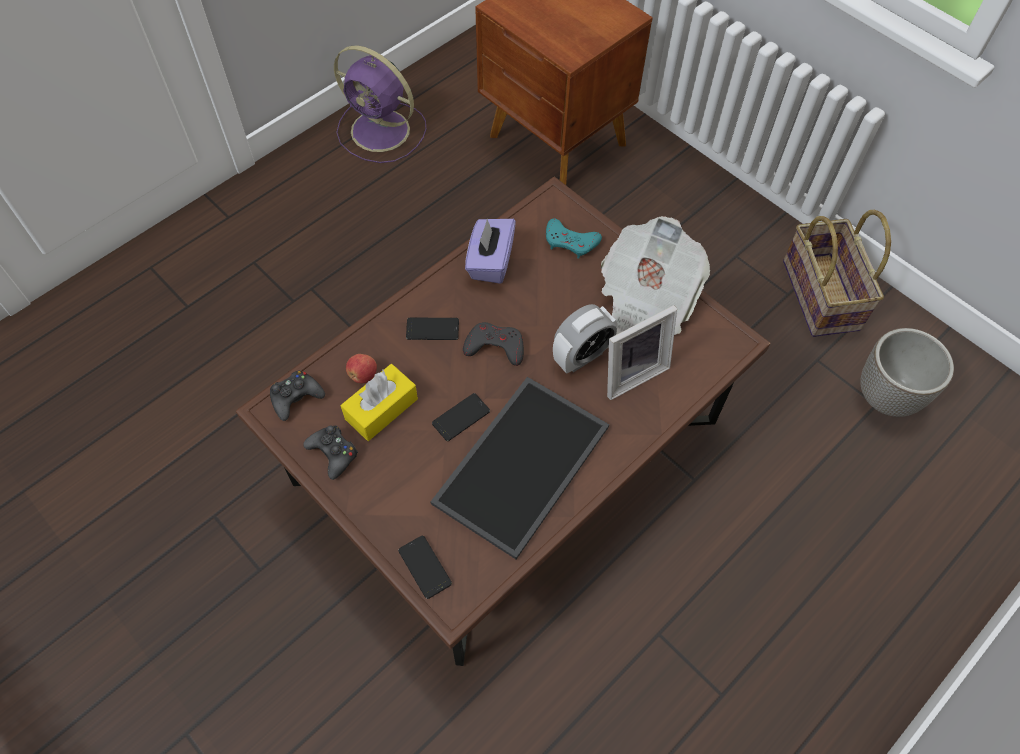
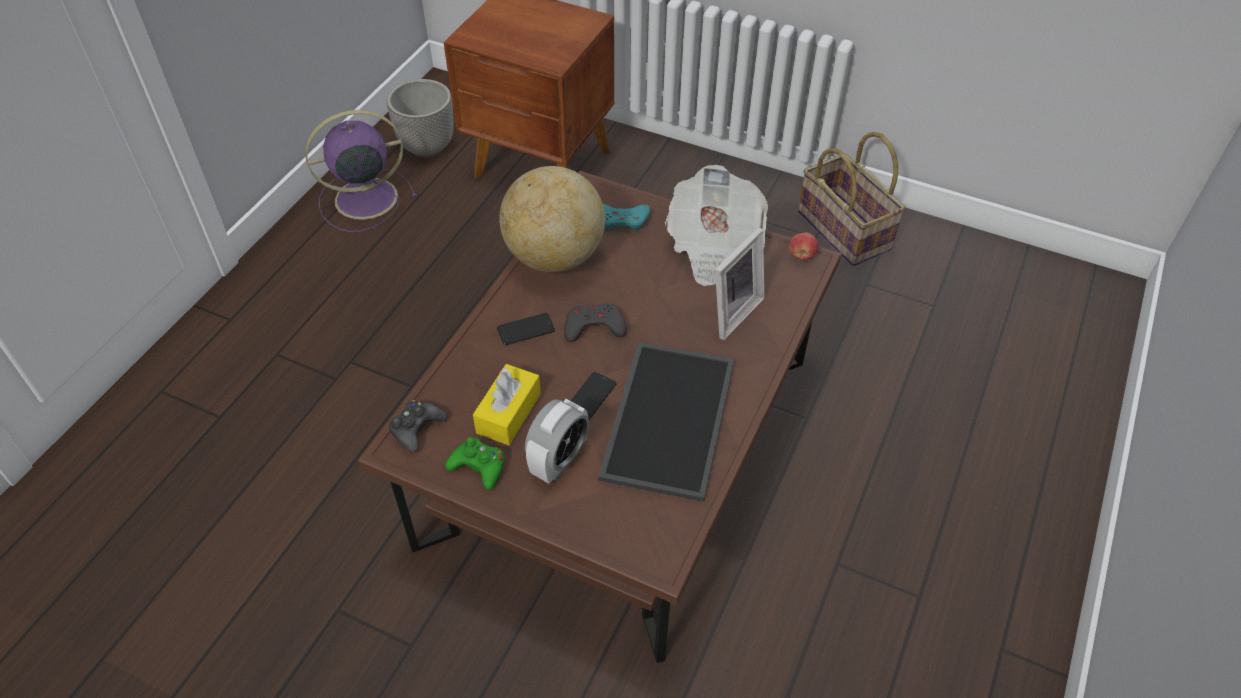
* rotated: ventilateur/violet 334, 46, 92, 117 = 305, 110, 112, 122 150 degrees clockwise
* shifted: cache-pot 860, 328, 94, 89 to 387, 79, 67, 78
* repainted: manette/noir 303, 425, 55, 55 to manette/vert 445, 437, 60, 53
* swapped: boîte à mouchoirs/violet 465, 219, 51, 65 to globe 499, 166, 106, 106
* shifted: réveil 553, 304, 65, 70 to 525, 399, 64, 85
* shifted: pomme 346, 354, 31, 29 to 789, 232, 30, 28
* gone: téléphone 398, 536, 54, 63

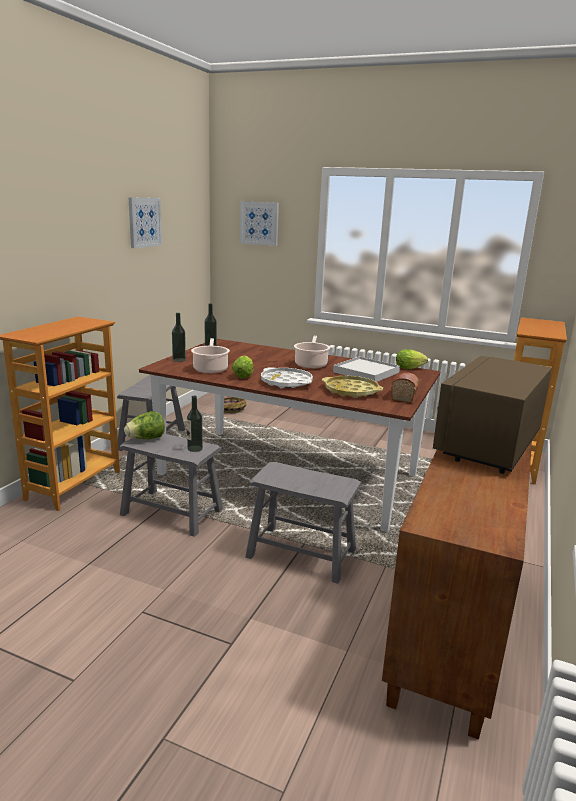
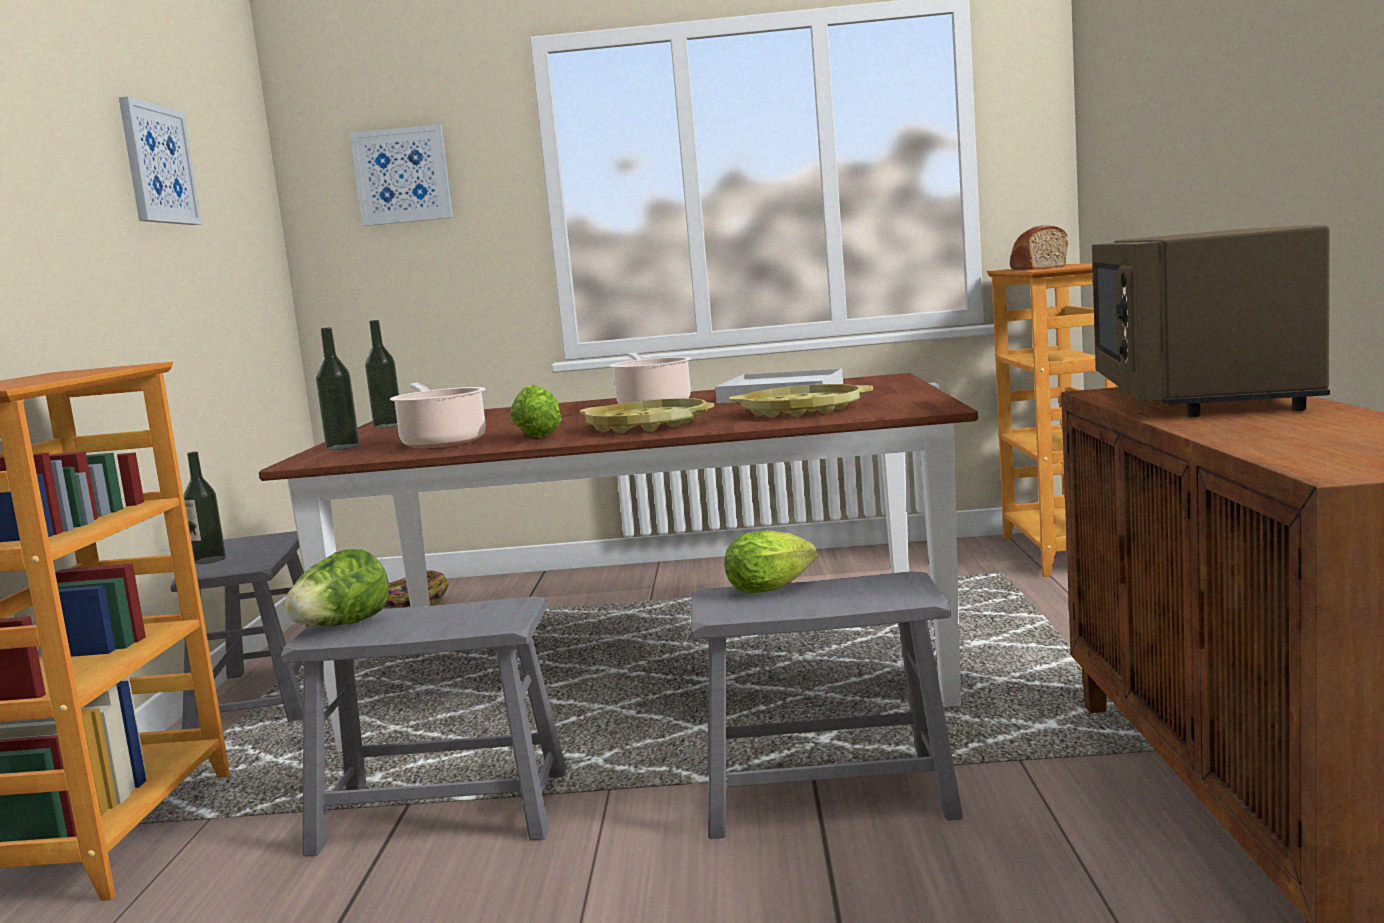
* shifted: bouteille 187, 396, 16, 56 to 184, 452, 42, 112
* repainted: plateau/blanc 261, 367, 52, 21 to plateau/jaune 580, 398, 134, 35
* shifted: laitue 396, 349, 32, 20 to 725, 530, 92, 63
* shifted: pain 391, 372, 28, 31 to 1010, 225, 58, 45

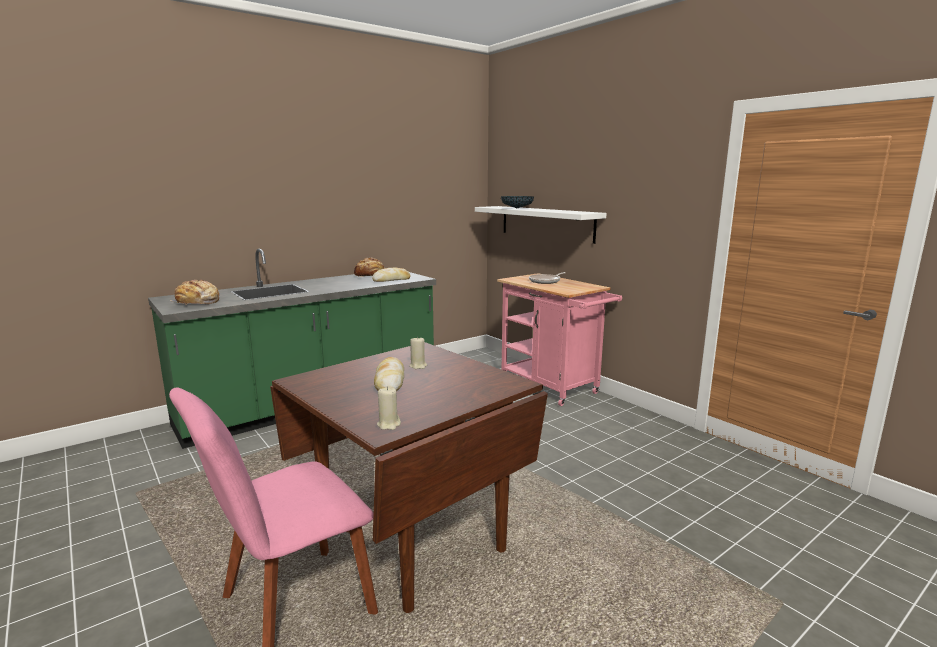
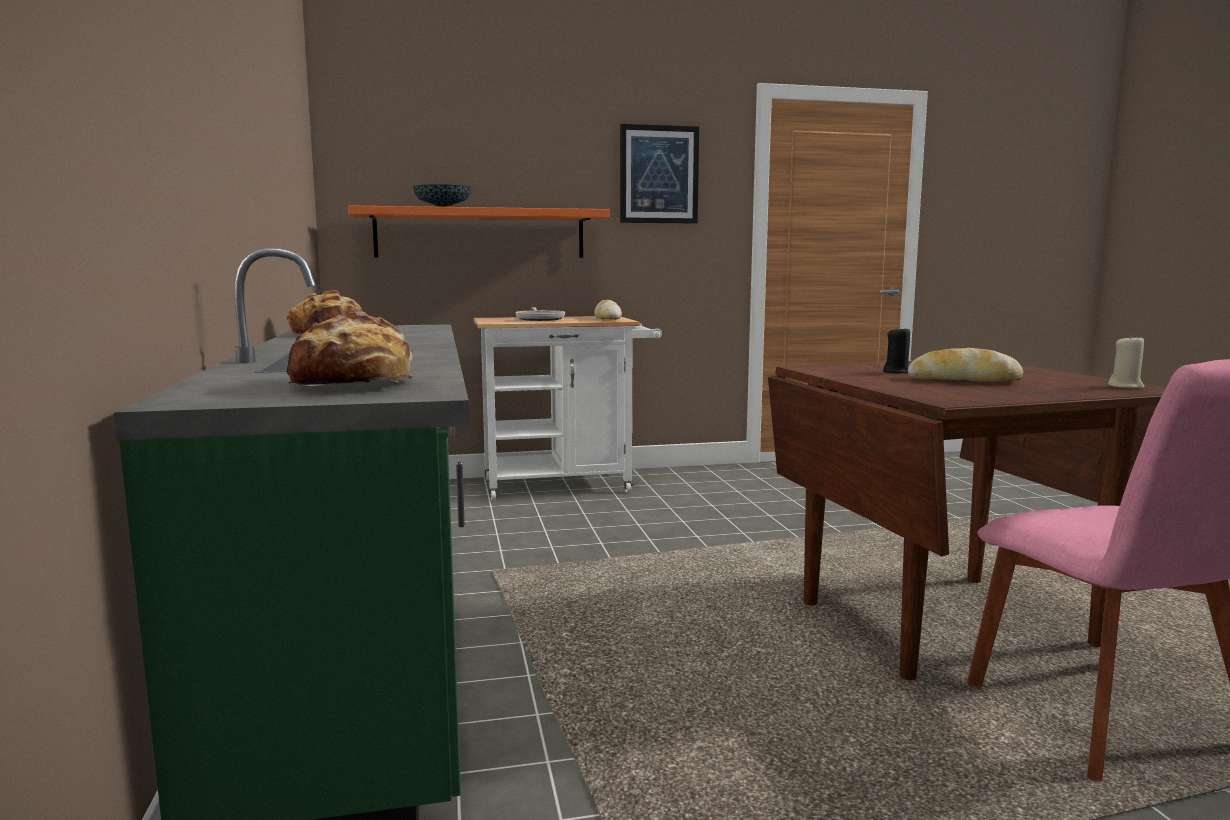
* repainted: étagère/blanc 475, 206, 132, 38 to étagère/orange 348, 205, 262, 53
* repainted: chariot/rose 497, 273, 125, 133 to chariot/blanc 474, 316, 188, 185
* shifted: pain 372, 267, 39, 15 to 594, 300, 28, 20
* new: tableau 620, 124, 79, 100
* repainted: bougie/beige 409, 336, 18, 33 to bougie/noir 883, 326, 27, 47

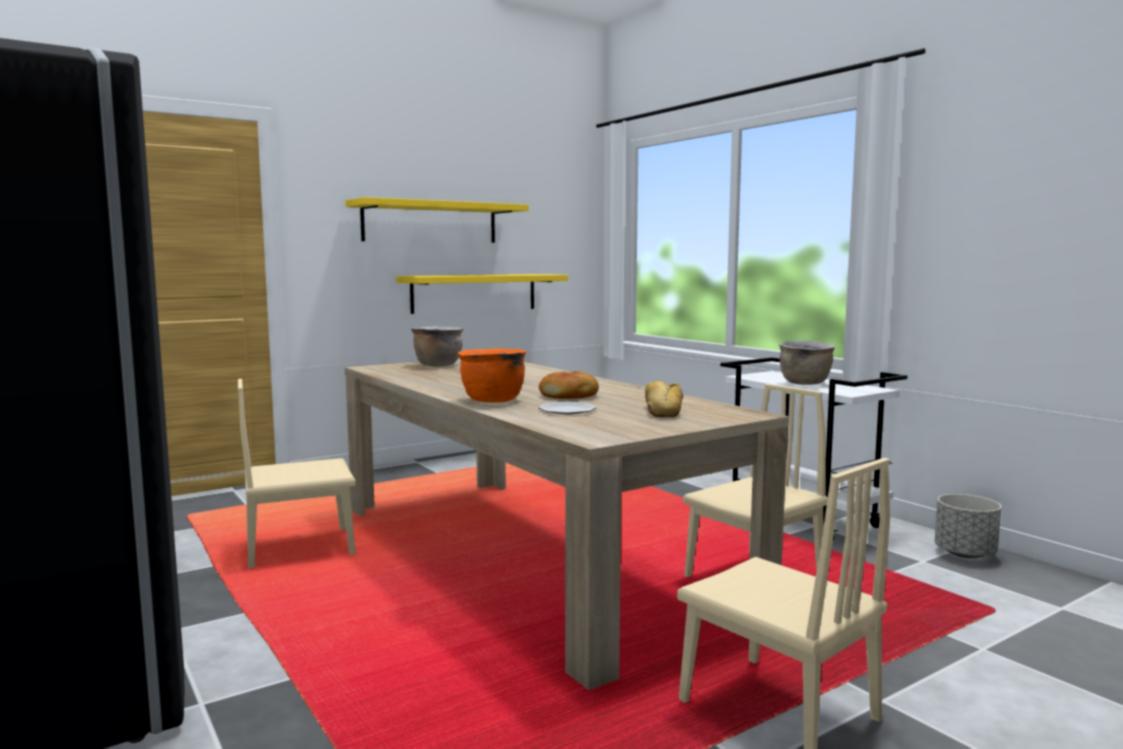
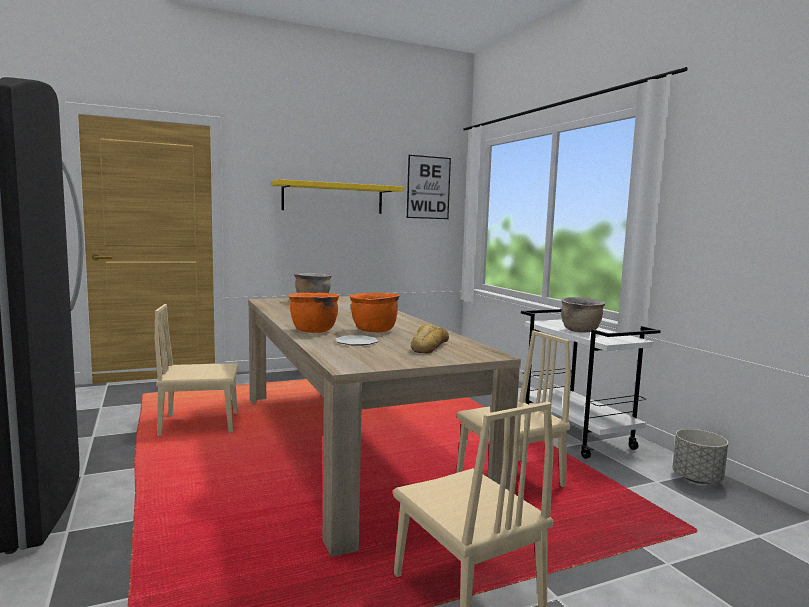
* swapped: pain 539, 371, 60, 28 to marmite/orange 349, 293, 51, 39
* new: tableau 407, 155, 44, 64
* gone: étagère/jaune 396, 274, 172, 40

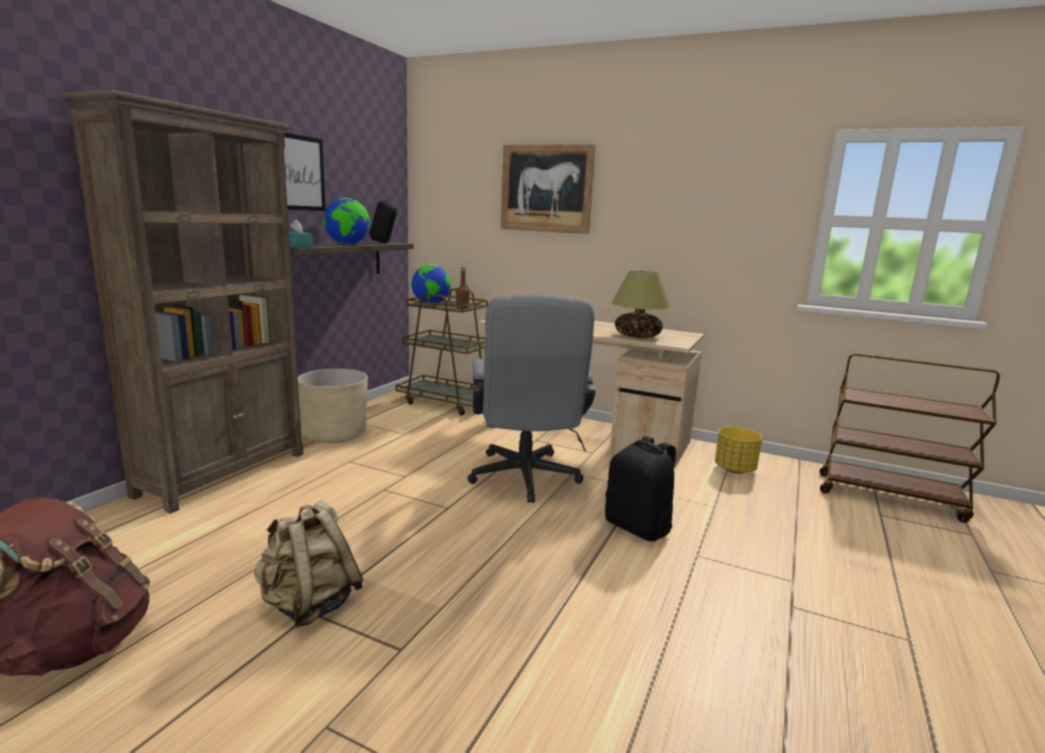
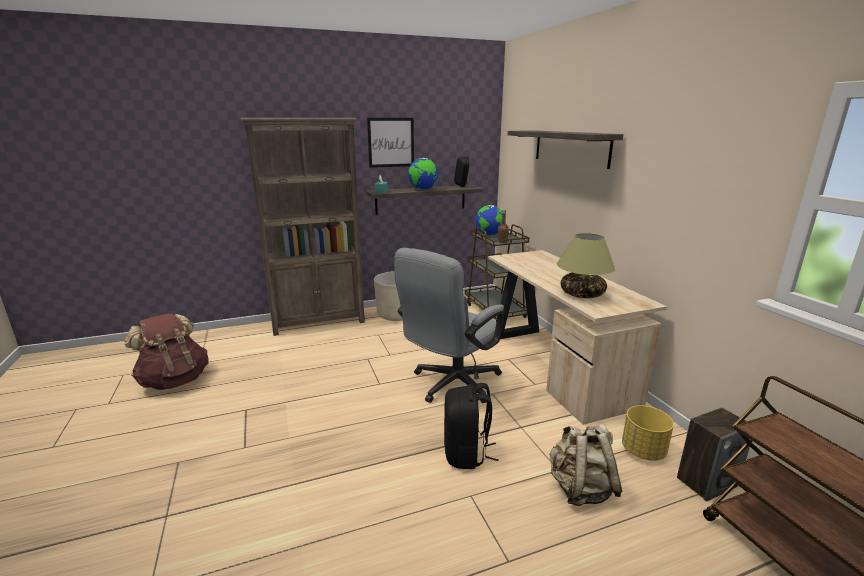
* swapped: tableau 501, 144, 95, 90 to étagère 508, 130, 115, 39
* shifted: sac à dos/beige 254, 500, 109, 128 to 550, 424, 72, 82
* new: enceinte 677, 408, 73, 93

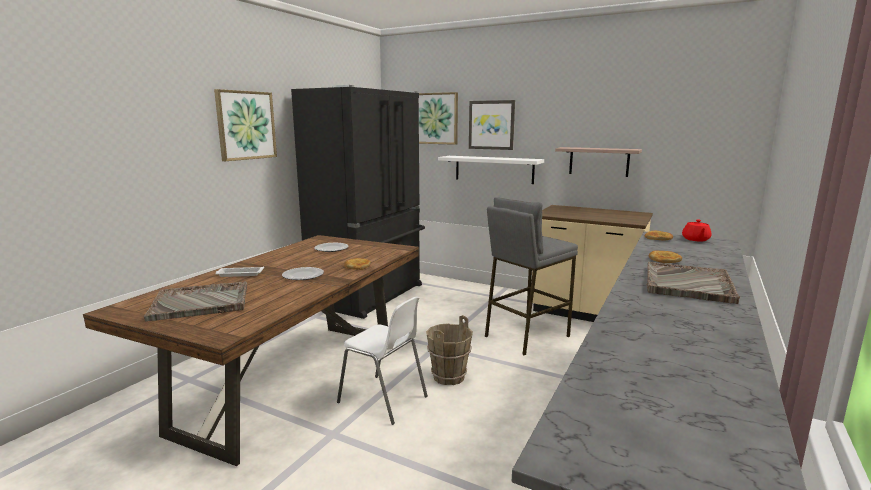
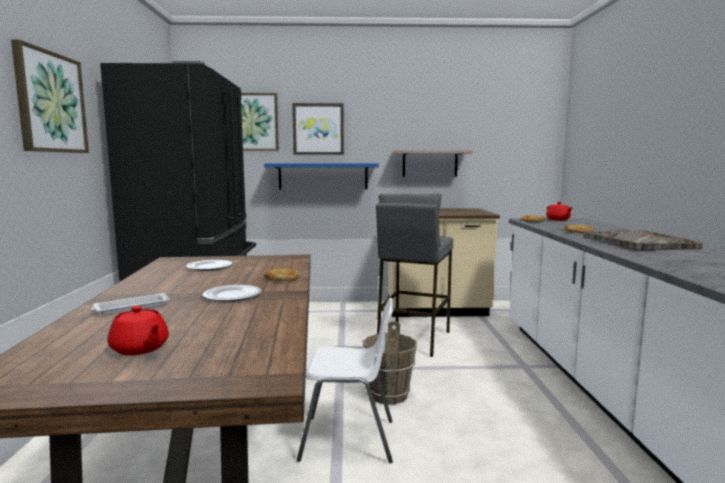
* swapped: plateau/gris 144, 281, 103, 41 to théière/rouge 108, 306, 61, 49
* repainted: étagère/blanc 438, 156, 106, 28 to étagère/bleu 264, 163, 115, 26

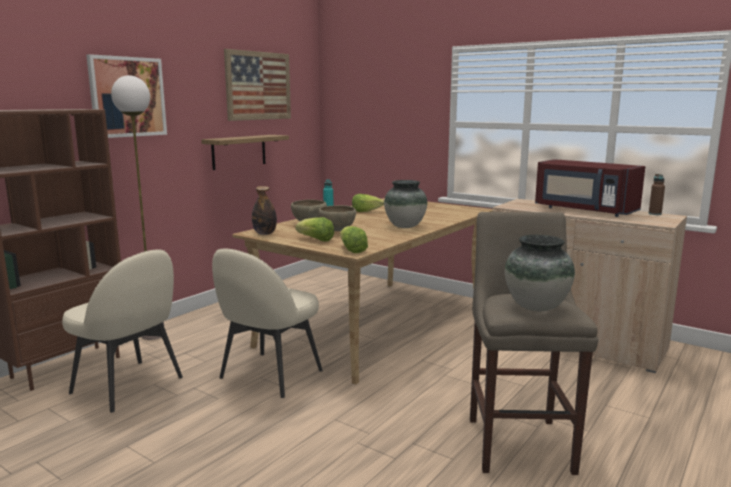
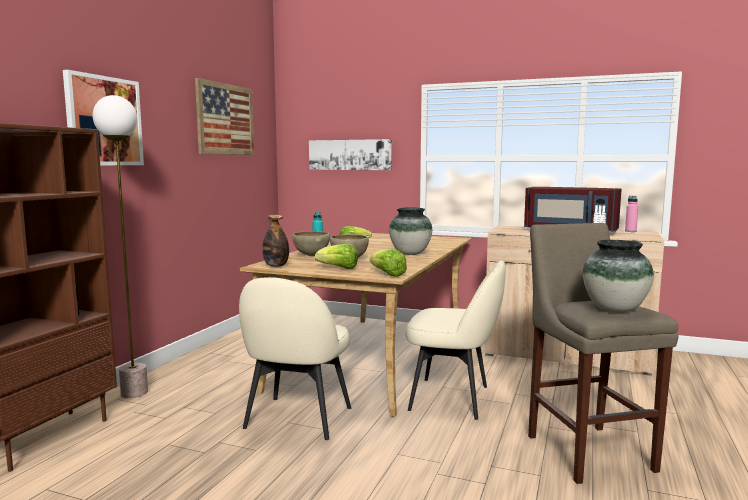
* new: tableau 309, 139, 83, 31
* shifted: chaise/beige 62, 249, 121, 164 to 406, 260, 100, 160
* repainted: bouteille/marron 649, 174, 16, 41 to bouteille/rose 625, 195, 13, 37
* gone: étagère 201, 135, 88, 35

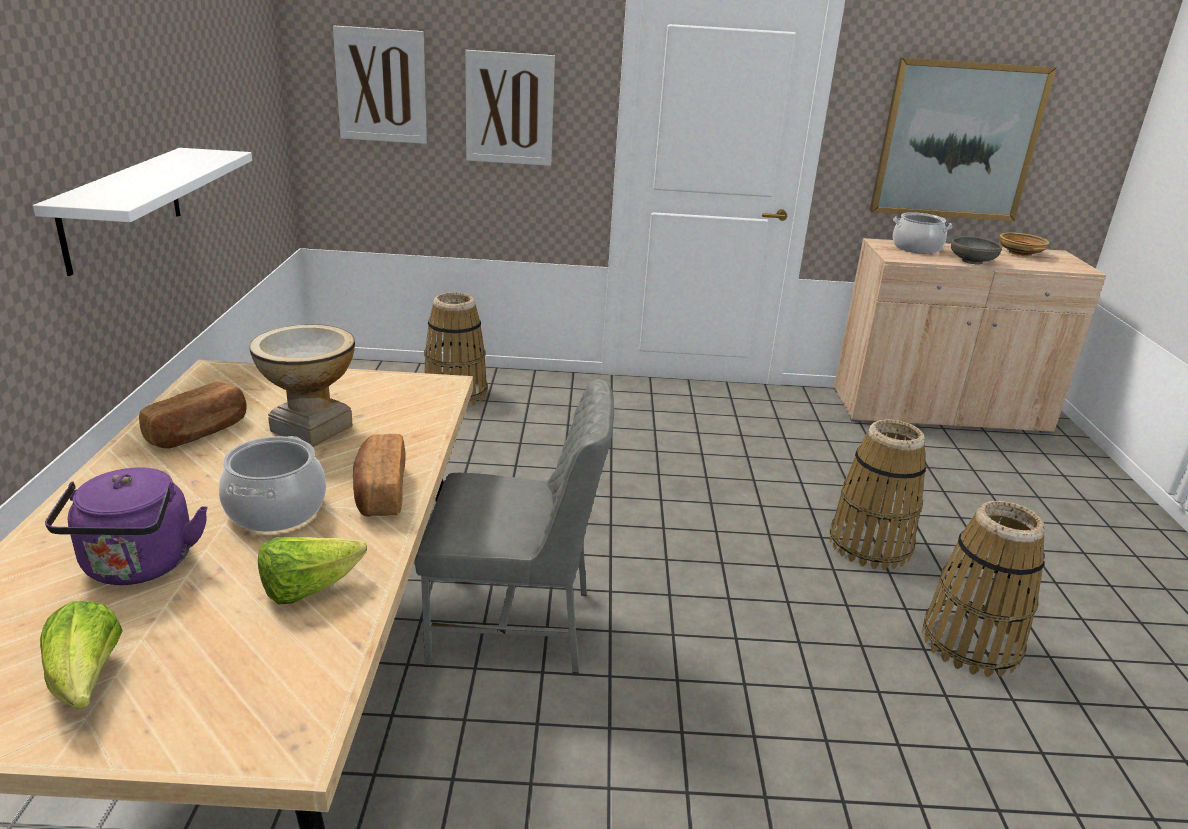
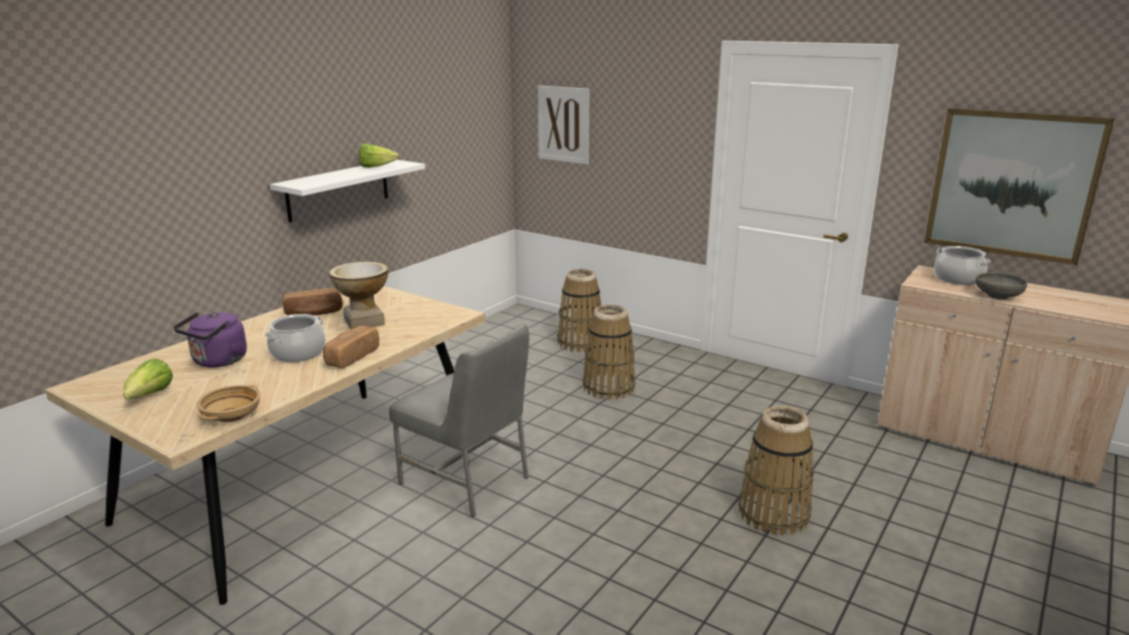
* shifted: bol/beige 1000, 232, 49, 24 to 196, 385, 65, 37
* shifted: laitue 258, 537, 109, 68 to 359, 143, 40, 25
* shifted: panier 922, 501, 123, 176 to 583, 304, 52, 96
* gone: tableau 465, 50, 90, 116

